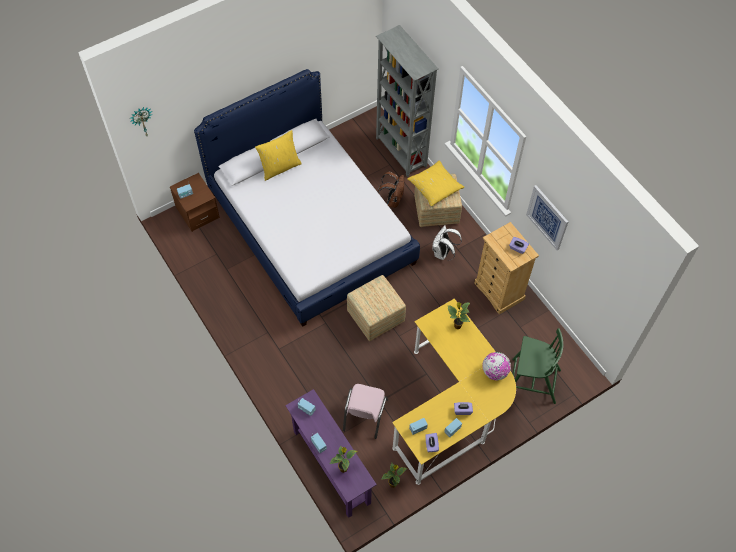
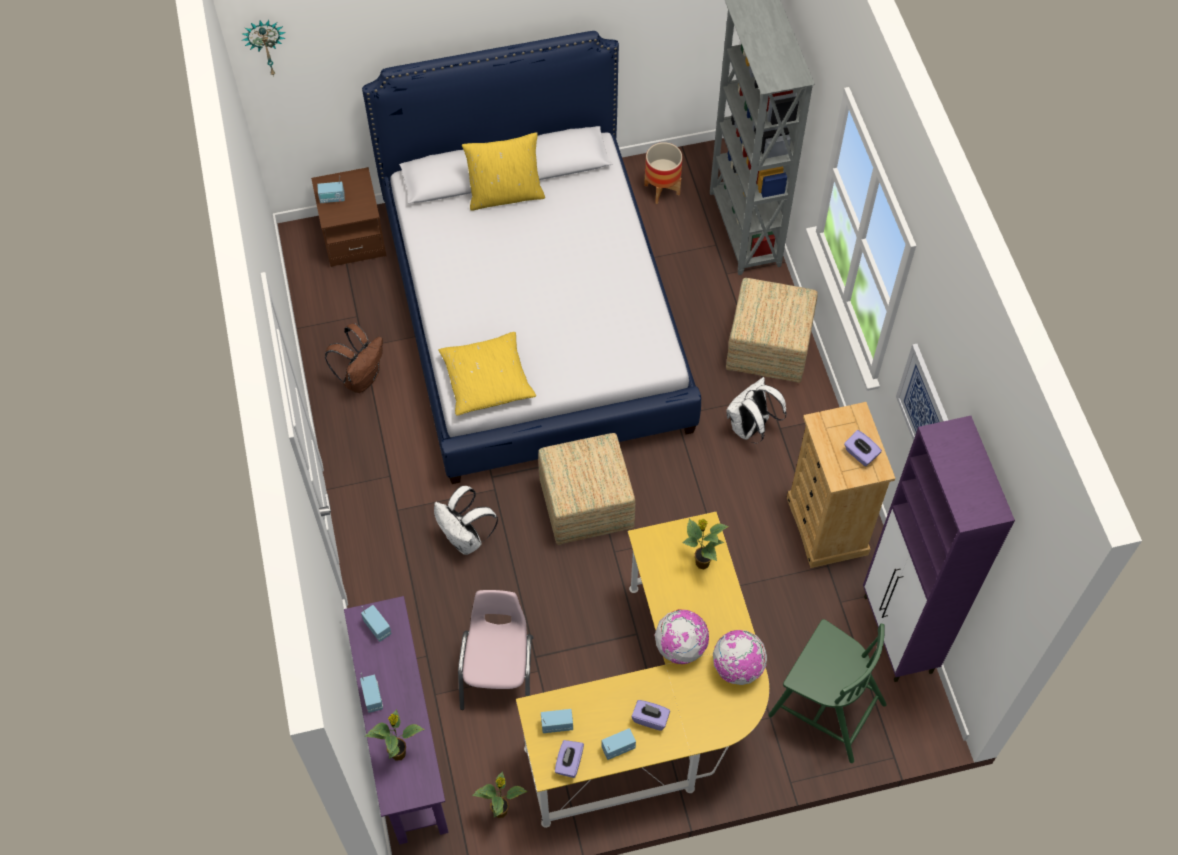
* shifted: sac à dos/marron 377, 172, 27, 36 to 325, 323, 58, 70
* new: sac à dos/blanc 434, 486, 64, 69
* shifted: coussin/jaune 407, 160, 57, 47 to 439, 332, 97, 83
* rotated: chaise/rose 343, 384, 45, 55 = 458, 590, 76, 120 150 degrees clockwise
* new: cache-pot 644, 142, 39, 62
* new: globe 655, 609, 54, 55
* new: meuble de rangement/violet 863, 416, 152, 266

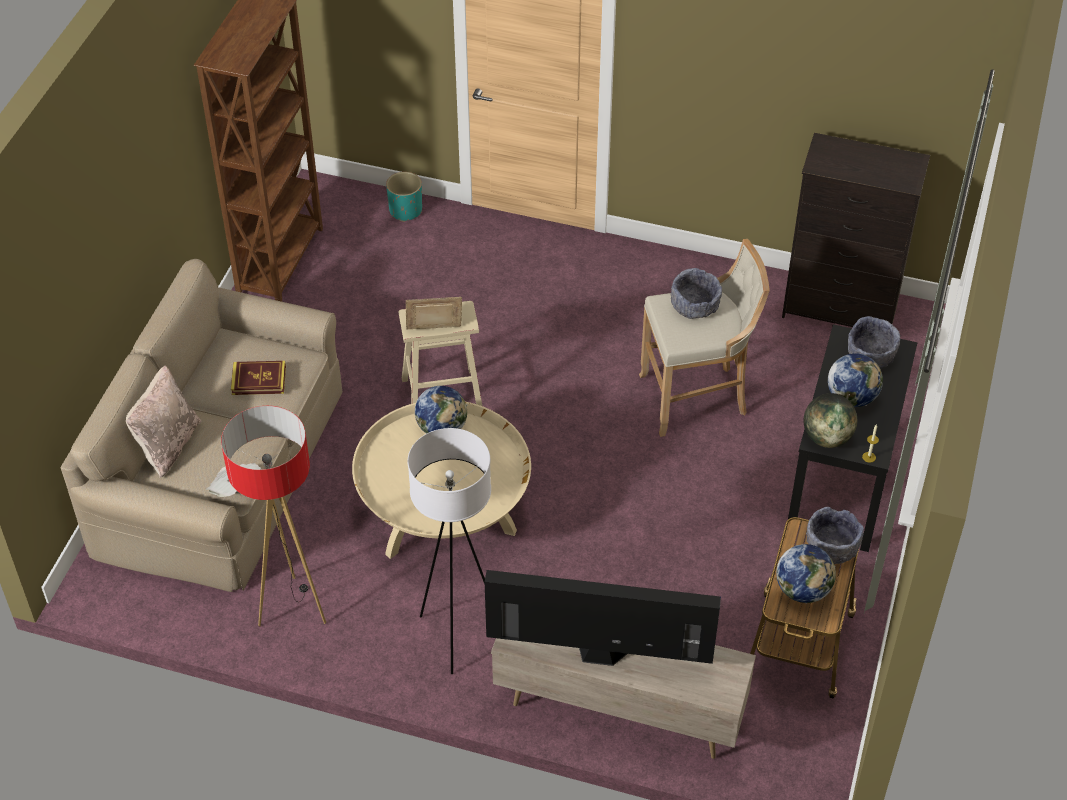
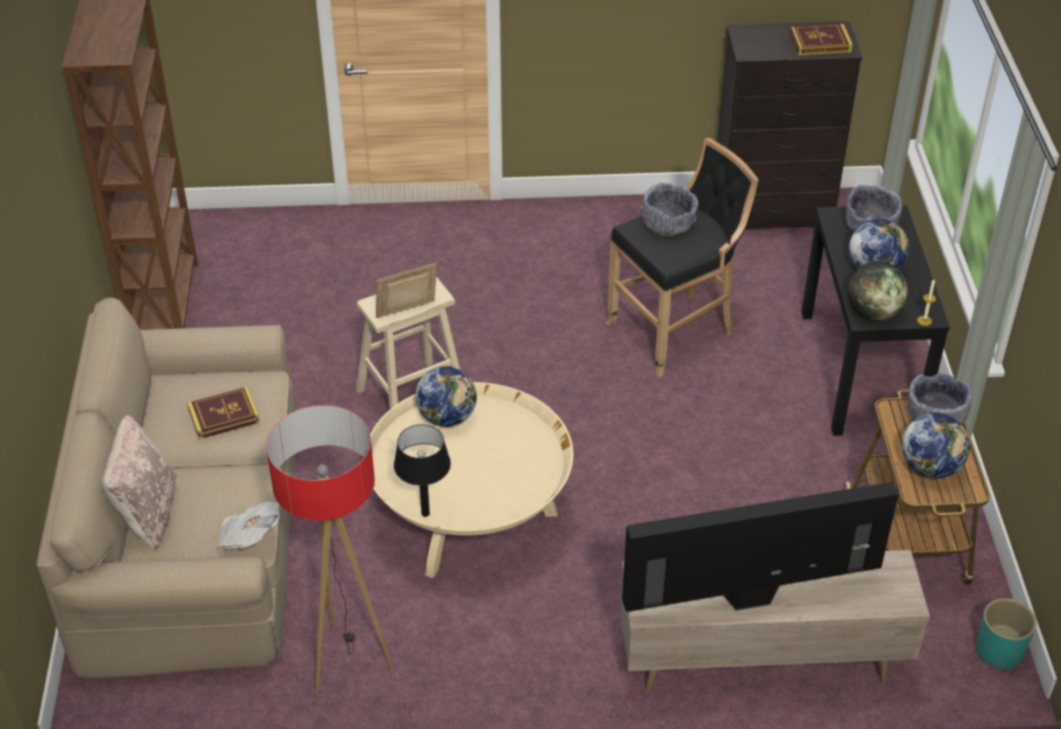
* new: lampe de table/noir 394, 424, 57, 93
* repainted: tabouret/beige 639, 239, 131, 198 to tabouret/noir 606, 138, 153, 239
* new: livre 790, 24, 63, 31
* shifted: cache-pot/turquoise 386, 172, 36, 50 to 976, 598, 61, 72
* gone: lampadaire/blanc 407, 428, 84, 246

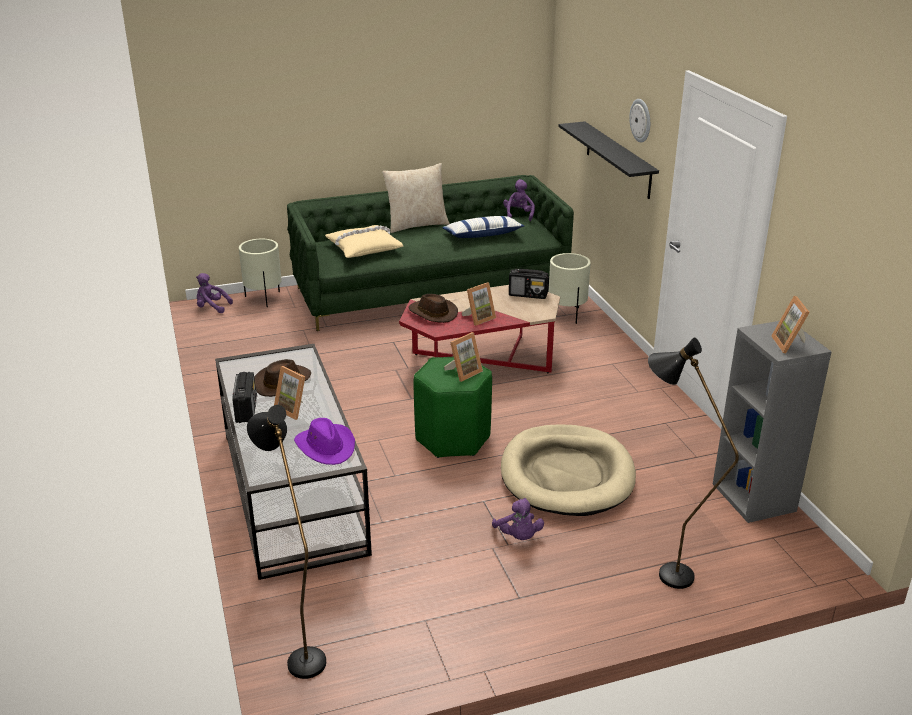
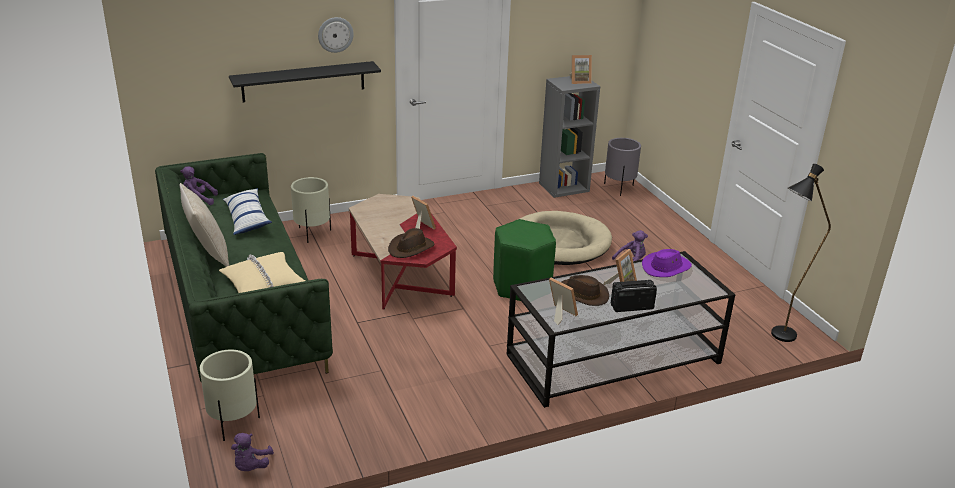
* shifted: cadre photo 444, 332, 39, 50 to 549, 278, 29, 47
* new: cache-pot/gris 604, 138, 37, 58
* gone: radio 509, 269, 40, 30
* gone: lampadaire/noir 648, 337, 91, 252

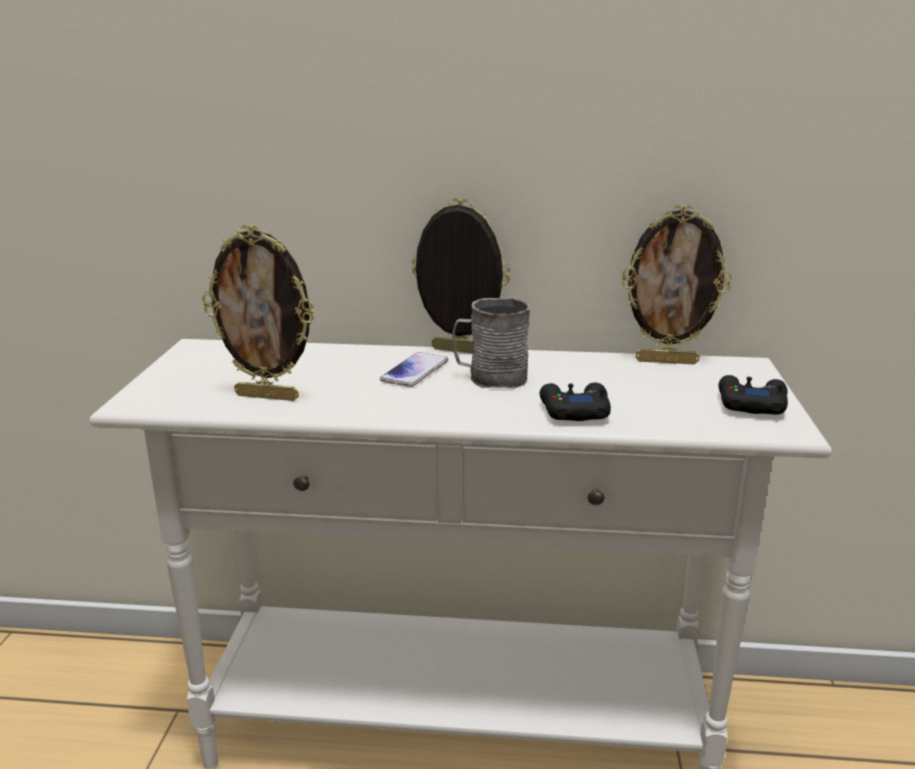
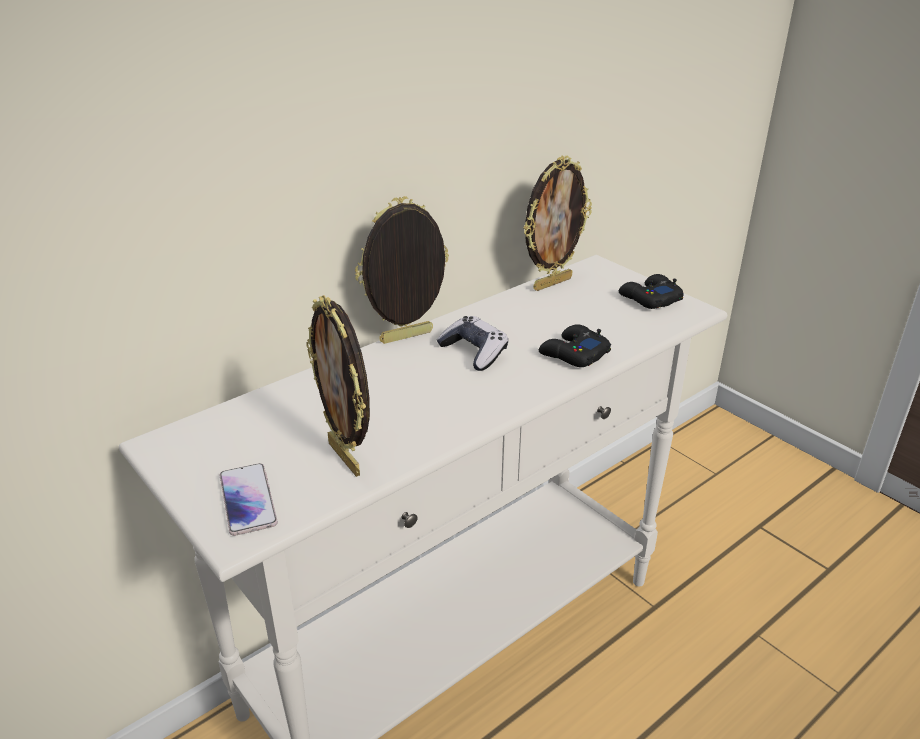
* shifted: téléphone 380, 352, 68, 35 to 220, 463, 58, 73
* rotated: cadre photo 202, 225, 113, 176 = 306, 295, 64, 182 90 degrees clockwise
* swapped: mug/gris 452, 298, 79, 90 to manette 437, 316, 71, 55

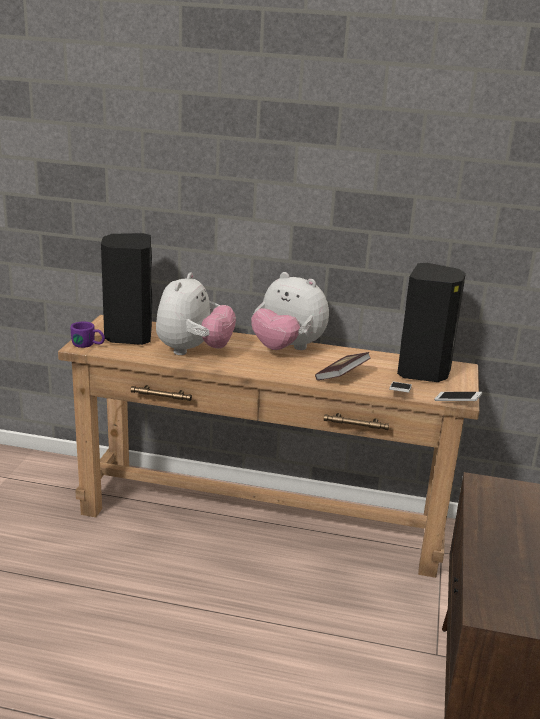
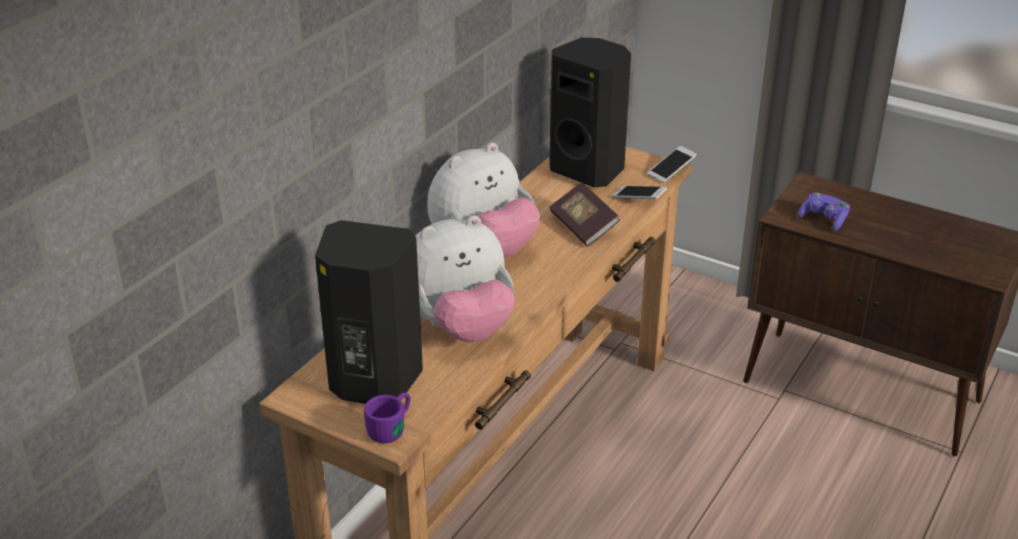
* rotated: peluche 156, 272, 80, 83 = 416, 215, 99, 127 120 degrees clockwise
* new: manette/violet 798, 193, 52, 38

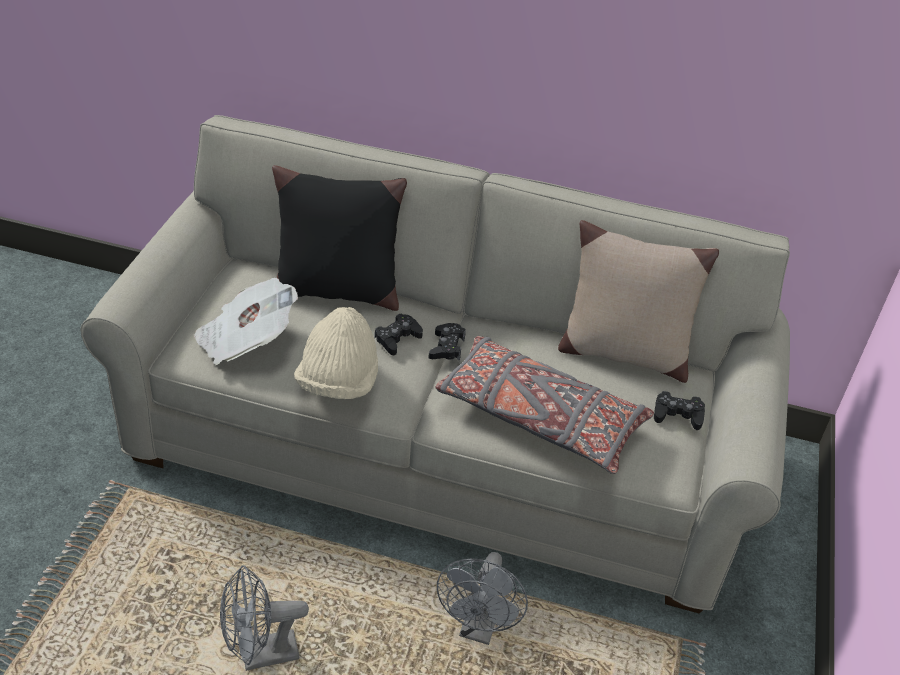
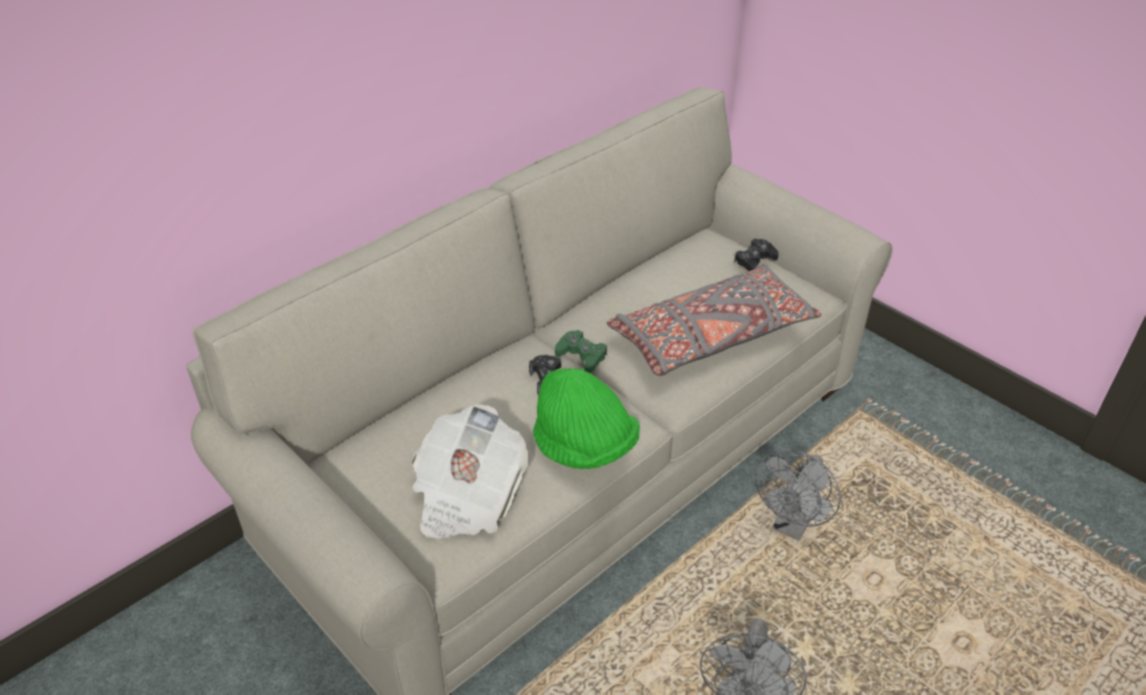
* repainted: chapeau/beige 294, 307, 84, 92 to chapeau/vert 533, 368, 107, 101
* repainted: manette/noir 428, 323, 38, 38 to manette/vert 555, 330, 52, 43
* rotated: ventilateur/gris 437, 552, 91, 93 = 755, 449, 86, 92 75 degrees clockwise
* gone: coussin/noir 272, 165, 135, 146
* gone: coussin/beige 558, 220, 161, 163

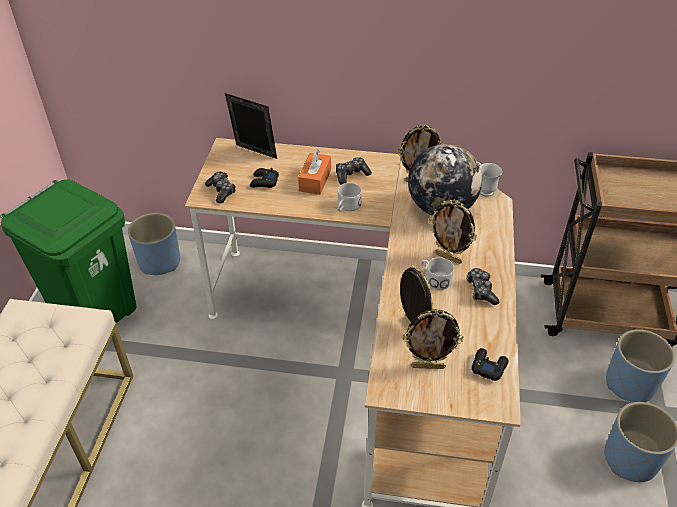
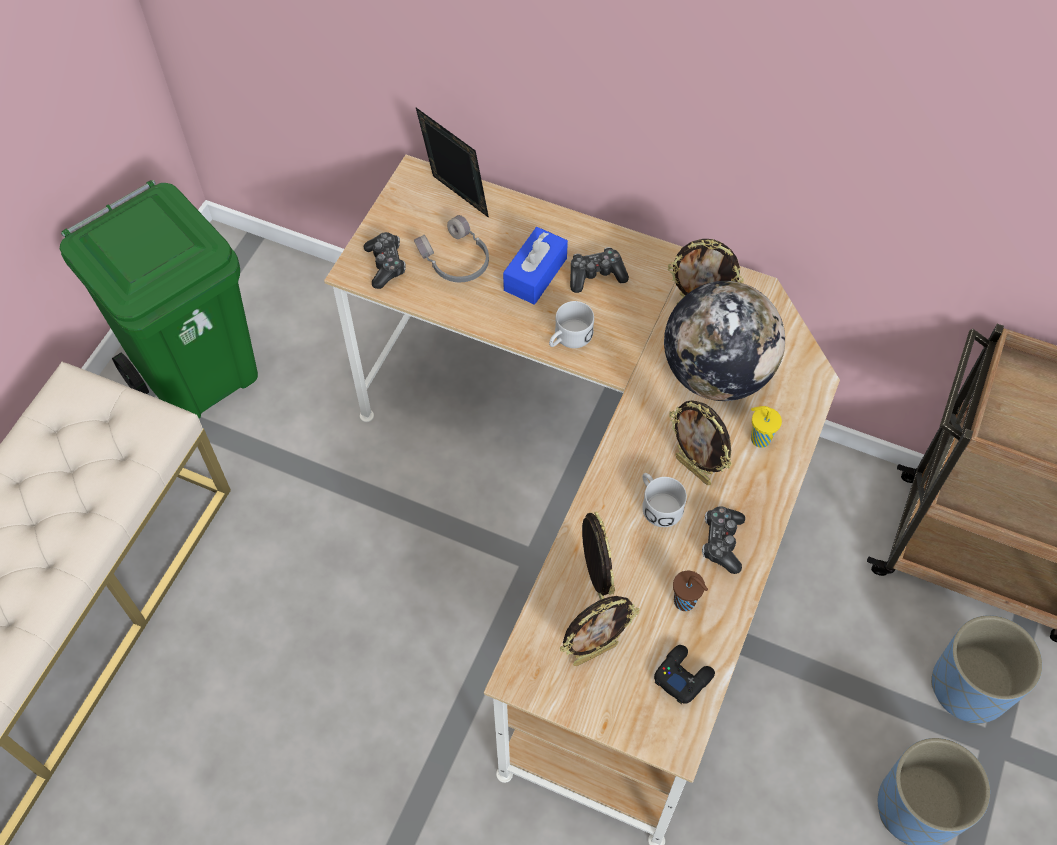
* swapped: manette/noir 250, 168, 29, 20 to casque audio/gris 414, 215, 75, 67
* repainted: boîte à mouchoirs/orange 298, 150, 33, 45 to boîte à mouchoirs/bleu 503, 227, 65, 78
* rotated: cadre photo 402, 309, 61, 60 = 560, 596, 80, 70 45 degrees counterclockwise
* new: tasse/marron 673, 571, 35, 40
* new: tasse/jaune 751, 406, 31, 42
* gone: cache-pot/bleu 128, 213, 52, 62
* gone: mug/blanc 478, 162, 24, 35

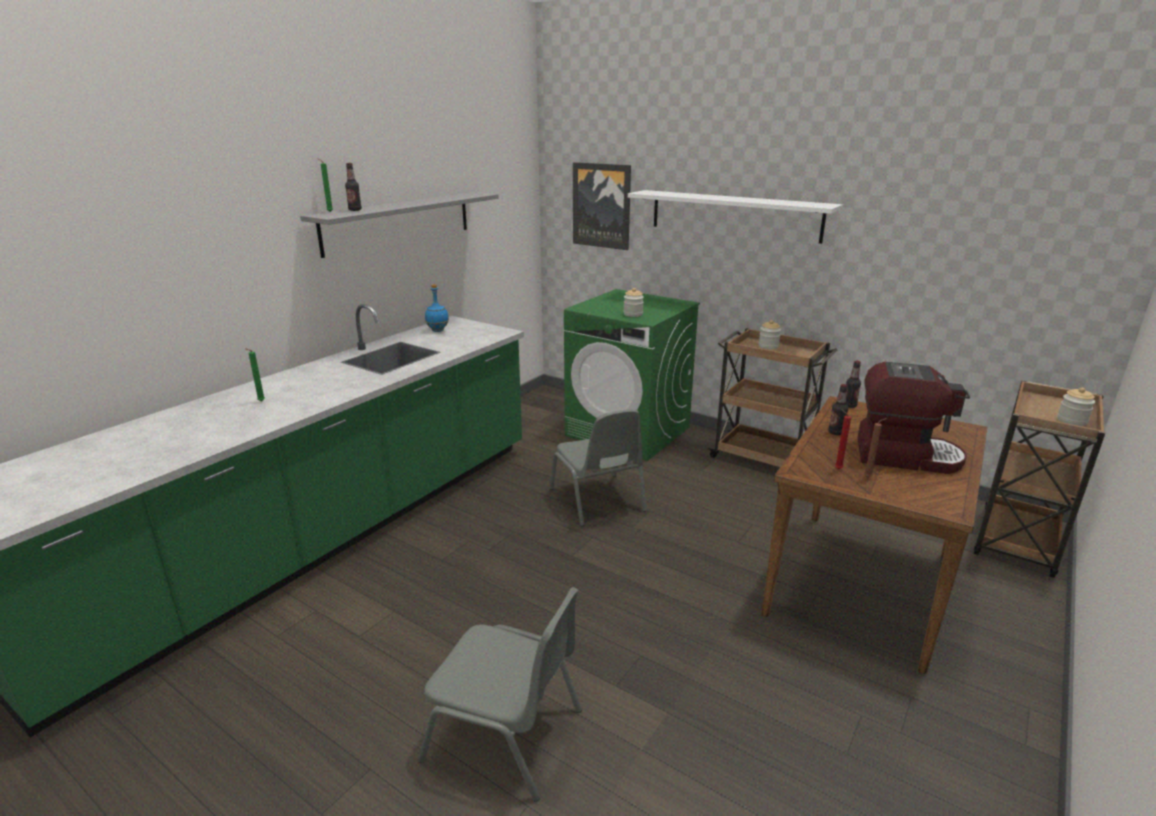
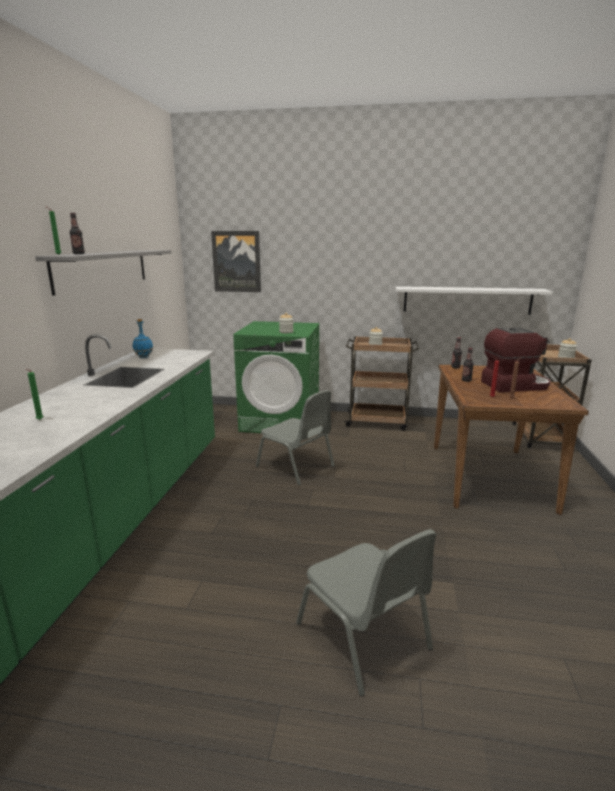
* rotated: chaise/gris 418, 587, 164, 215 = 296, 529, 141, 167 60 degrees clockwise
* shifted: étagère/blanc 628, 190, 215, 54 to 396, 286, 157, 29

